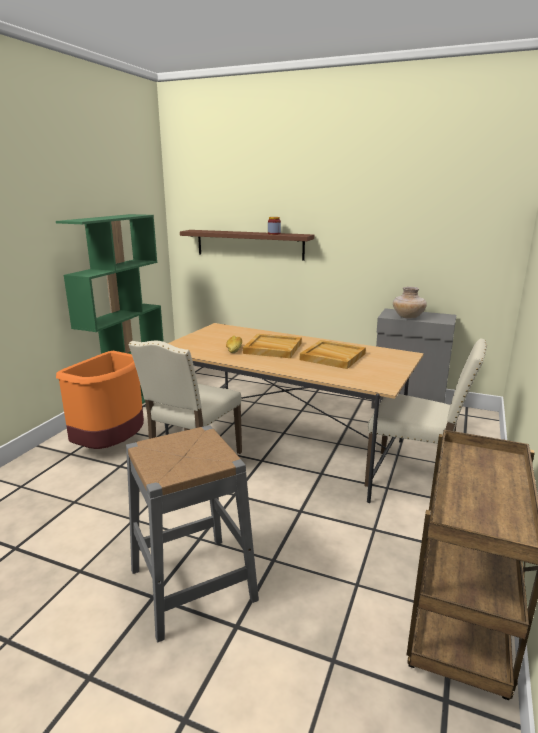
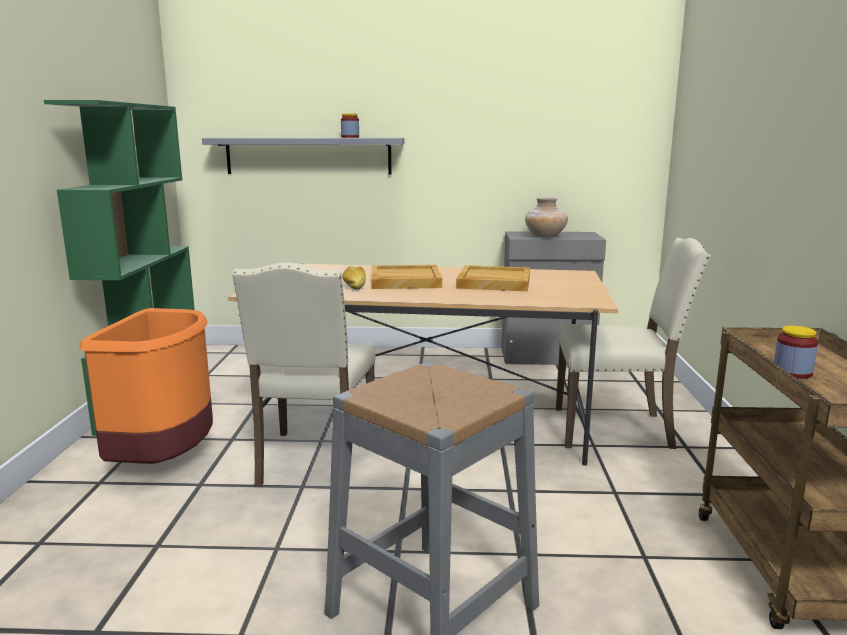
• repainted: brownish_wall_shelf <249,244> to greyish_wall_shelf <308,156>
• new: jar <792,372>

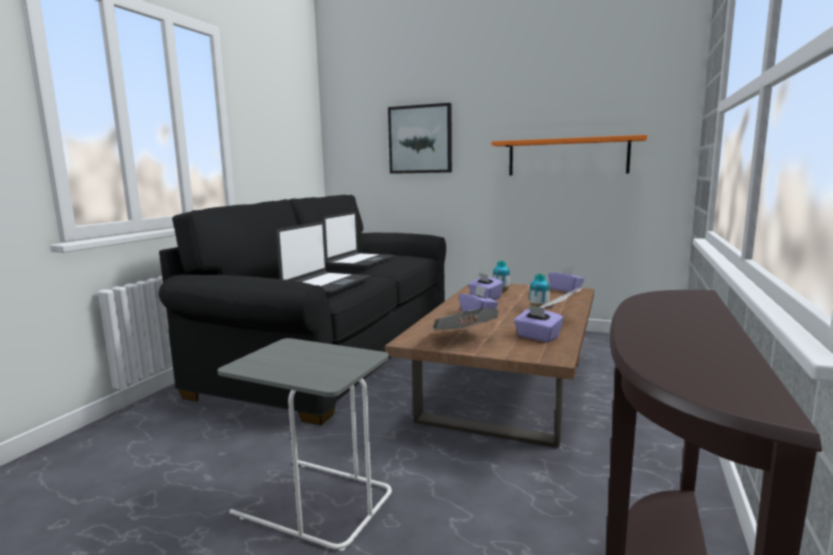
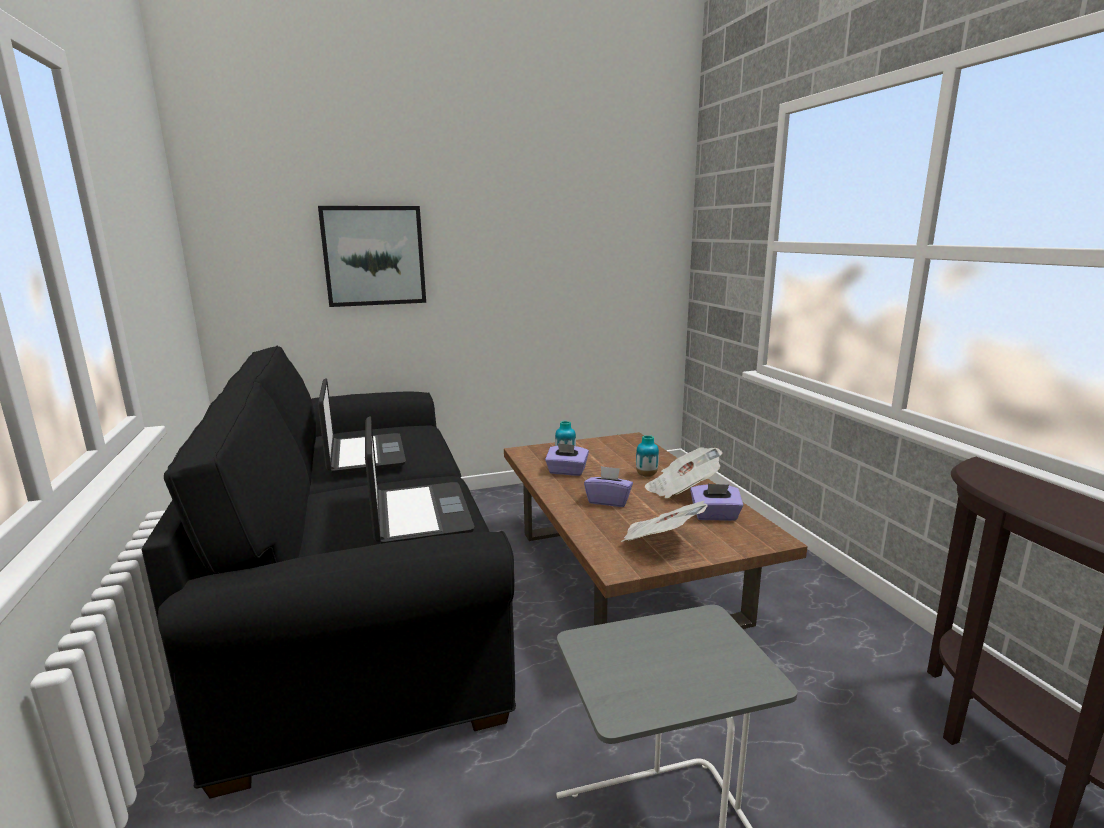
• gone: orangey_wall_shelf <567,157>
• gone: purplish_box_of_tissues <565,289>

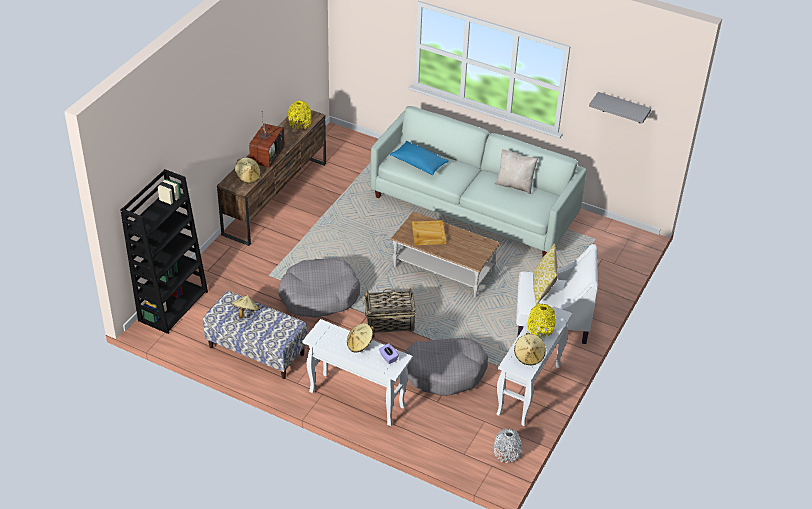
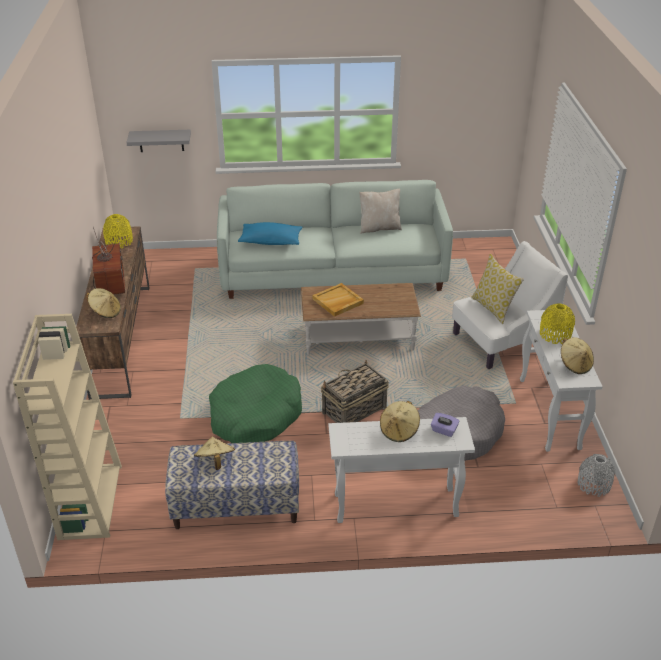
• shifted: greyish_wall_shelf <623,108> to <161,140>
• repainted: black_bookcase <173,305> to beige_bookcase <90,501>
• repainted: greyish_dog_bed <319,296> to green_dog_bed <255,415>

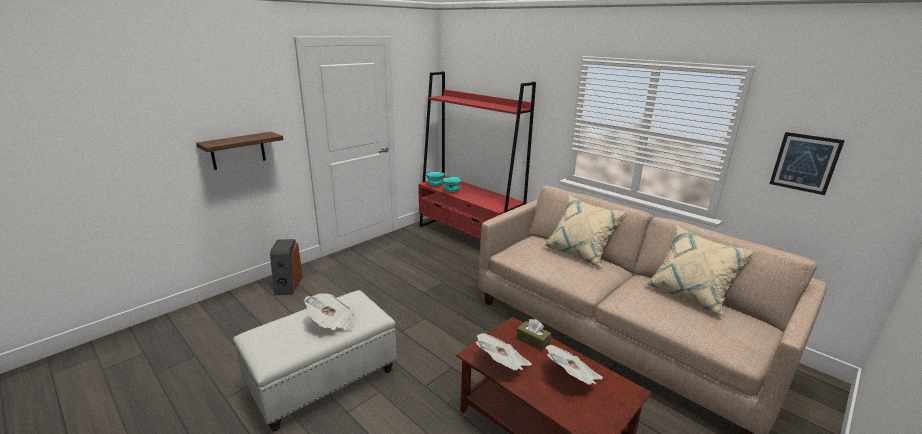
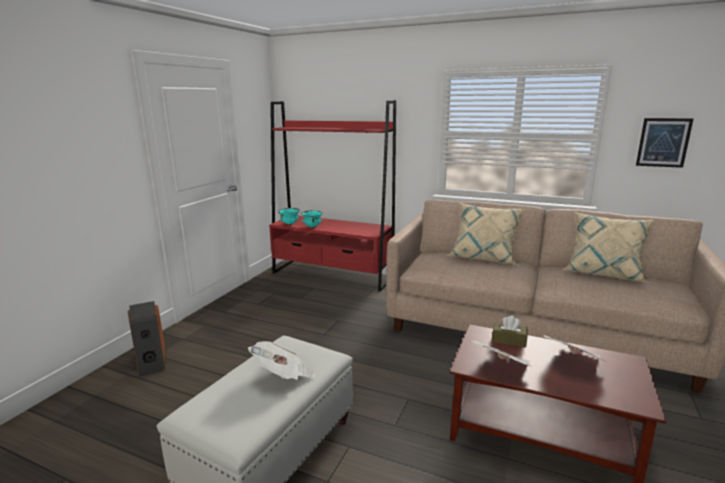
• gone: wall_shelf <238,150>

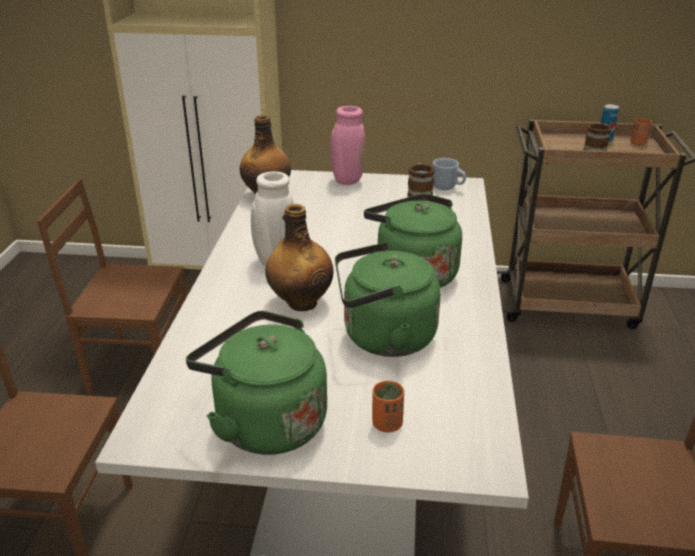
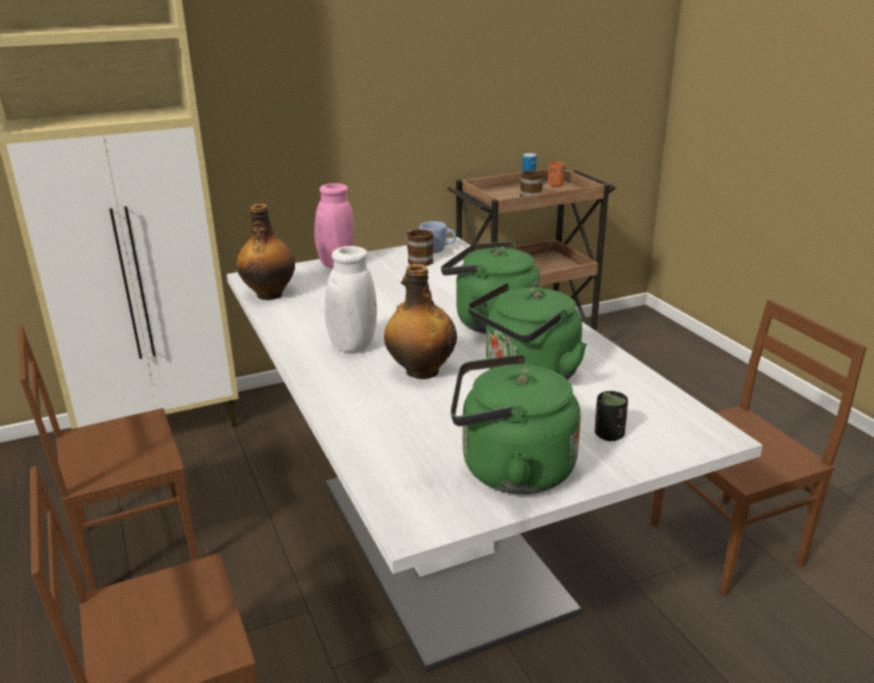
• repainted: orangey_cup <387,424> to black_cup <609,435>

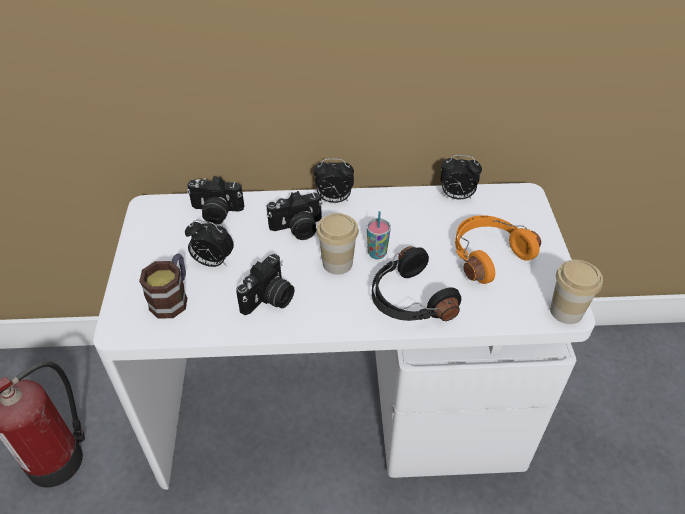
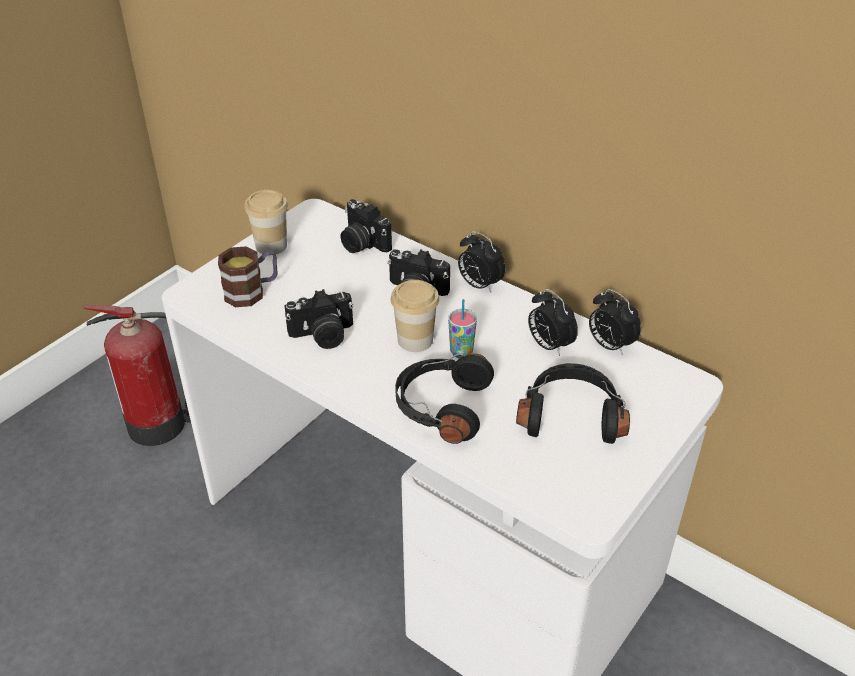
• repainted: orangey_headset <487,255> to black_headset <571,415>
• shifted: bedside_clock <212,262> to <549,345>
• shifted: cup <566,311> to <271,245>

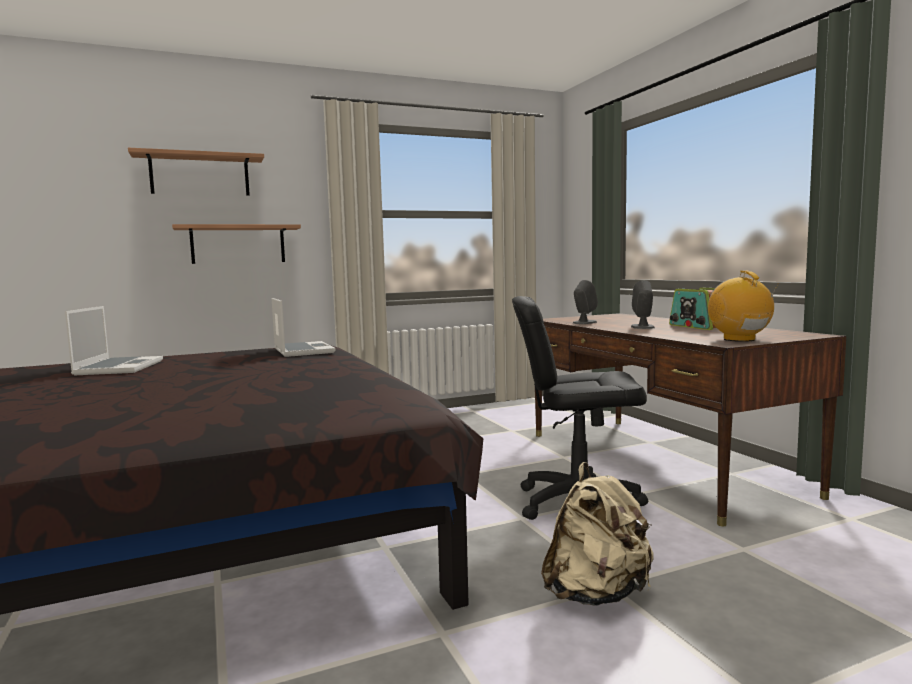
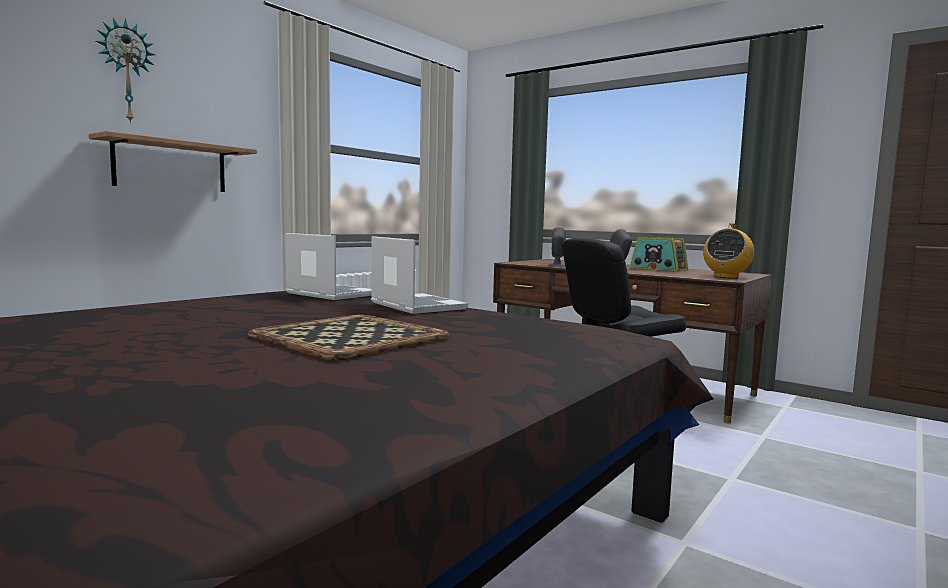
• swapped: wall_shelf <200,175> to wall_clock <125,72>
• rotated: radio <739,339> = <726,277> 105 degrees counterclockwise
• shifted: notebook_computer <118,367> to <415,306>
• gone: beige_rucksack <596,594>
• new: tray <350,337>

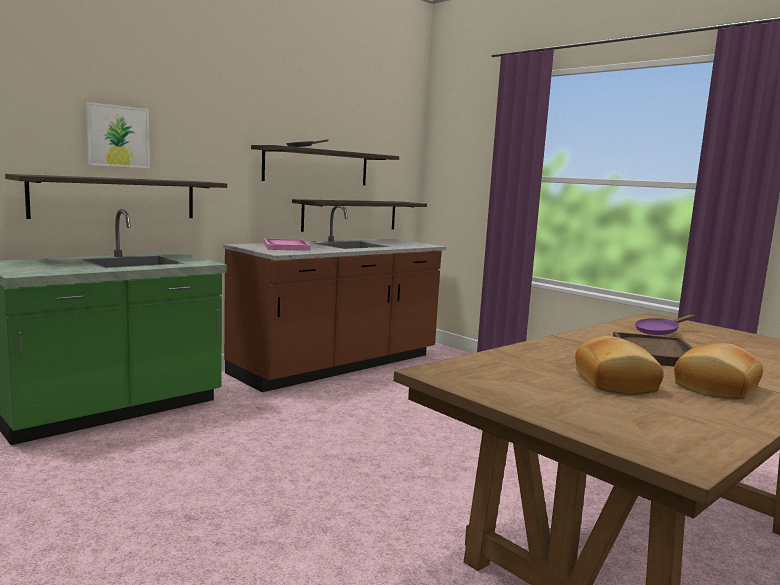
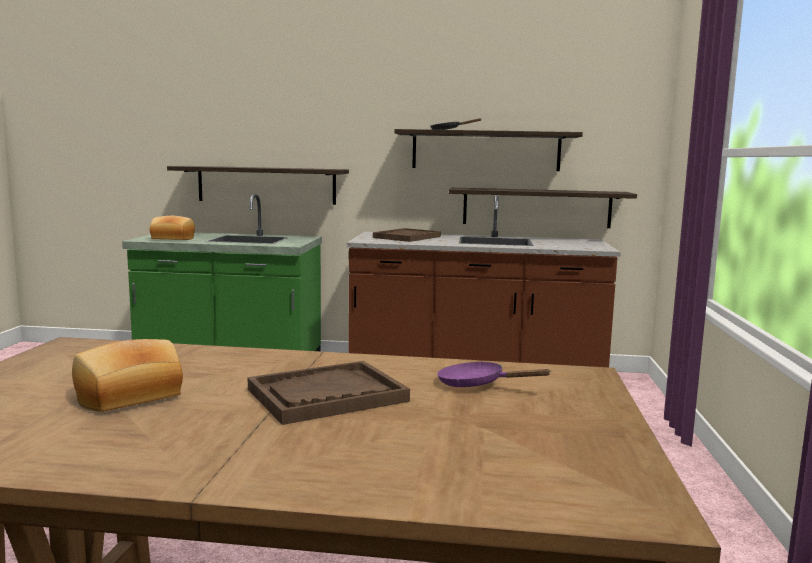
• gone: wall_picture <118,136>
• repainted: pink_tray <286,247> to brownish_tray <407,237>
• shifted: baked_bread <718,388> to <172,239>

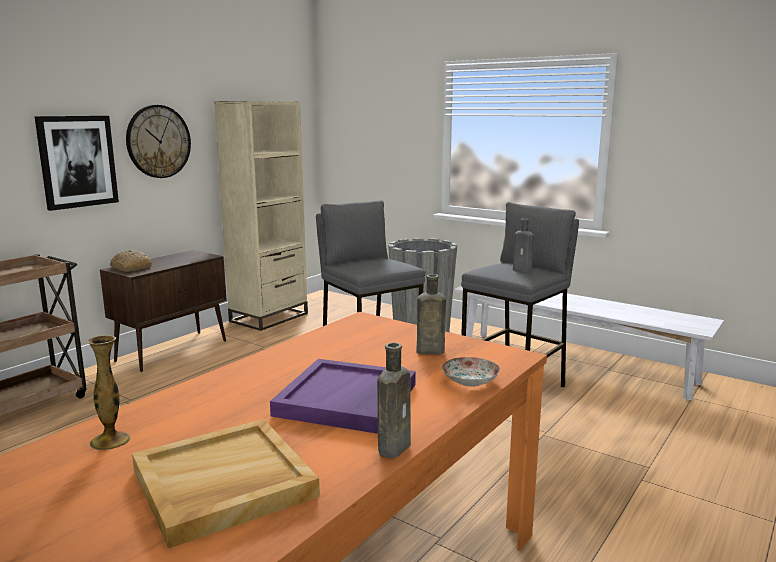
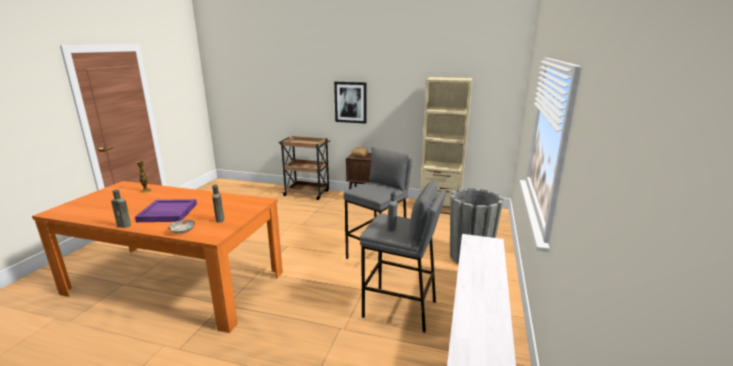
• gone: wall_clock <158,141>
• gone: beige_tray <222,484>

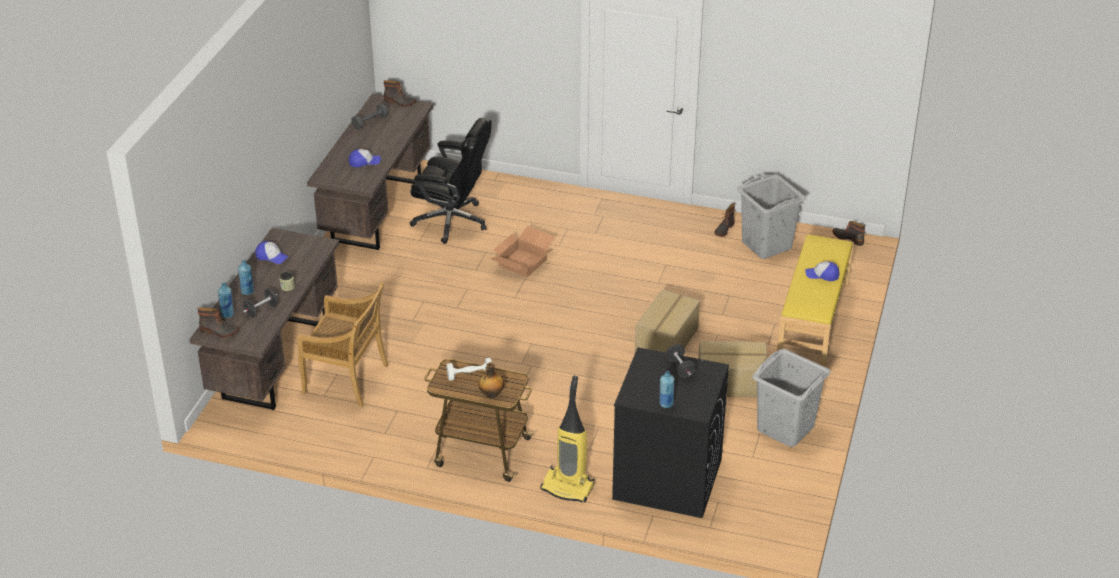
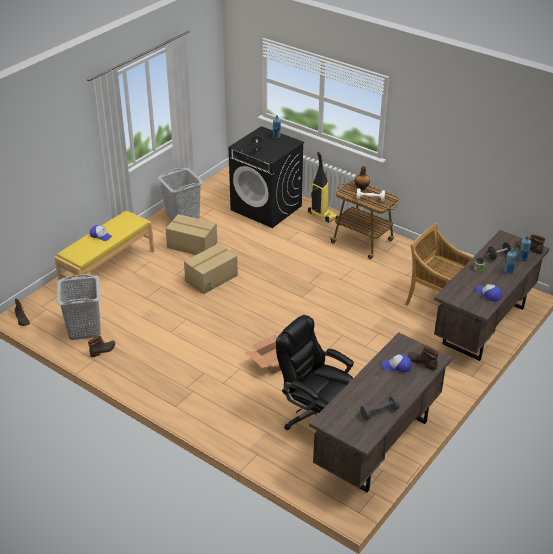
• shifted: tall_boot <399,102> to <422,362>

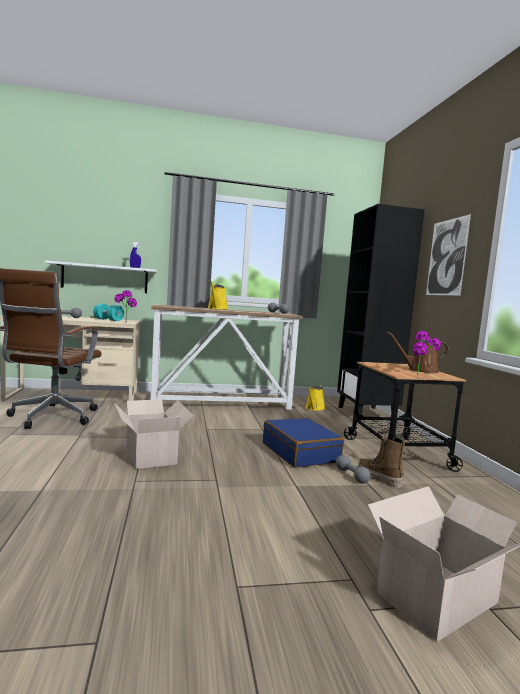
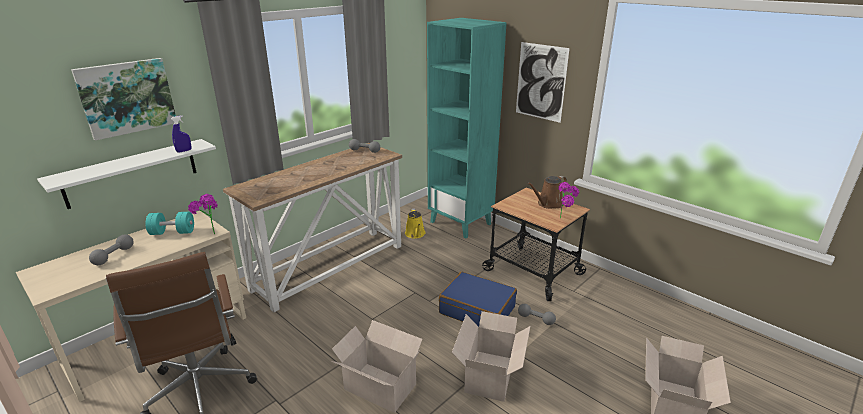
• repainted: black_bookcase <366,414> to turquoise_bookcase <461,223>
• gone: yellow-coloured_sprinkling_can <217,309>
• gone: tall_boot <379,478>
• new: wall_picture <127,97>
• new: cardboard_box <490,374>

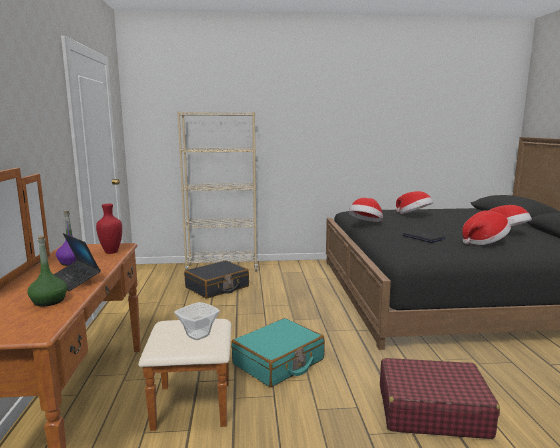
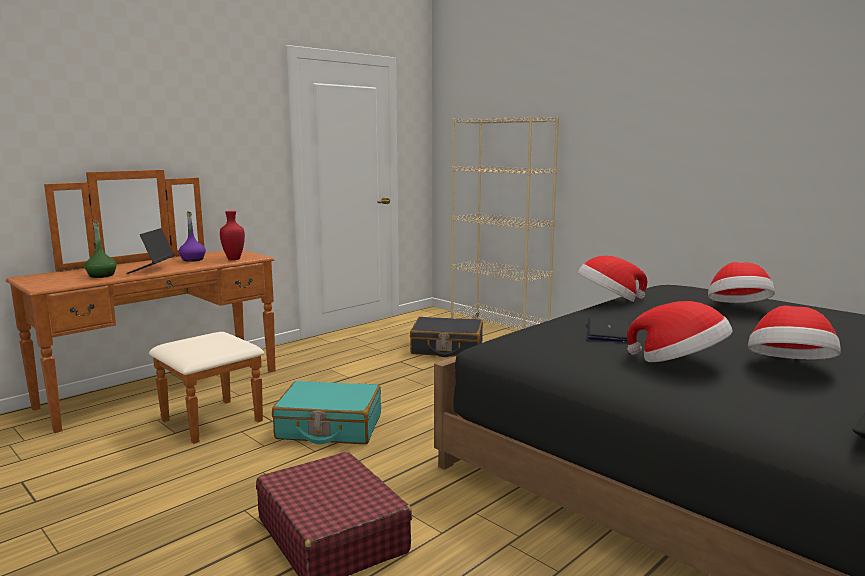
• gone: deep_dish <197,335>

